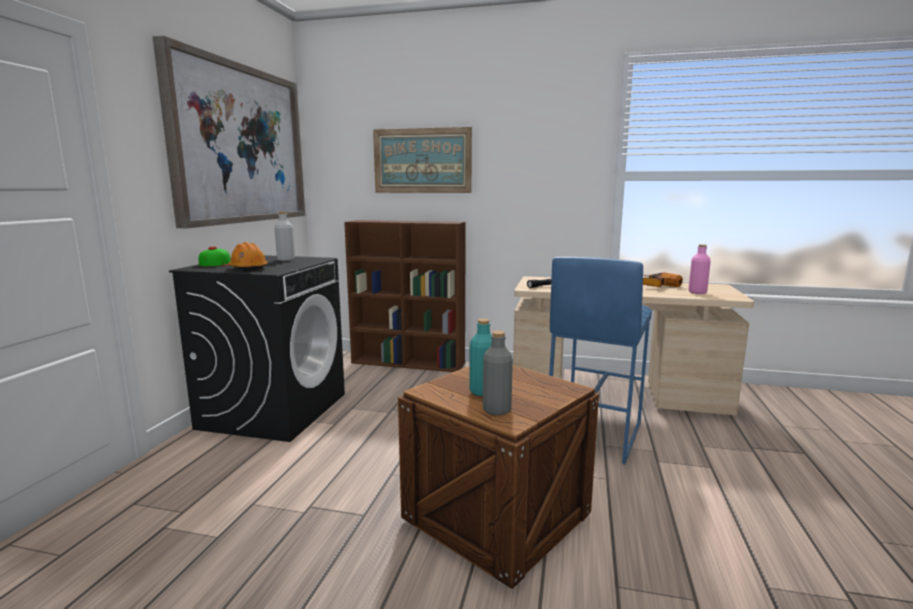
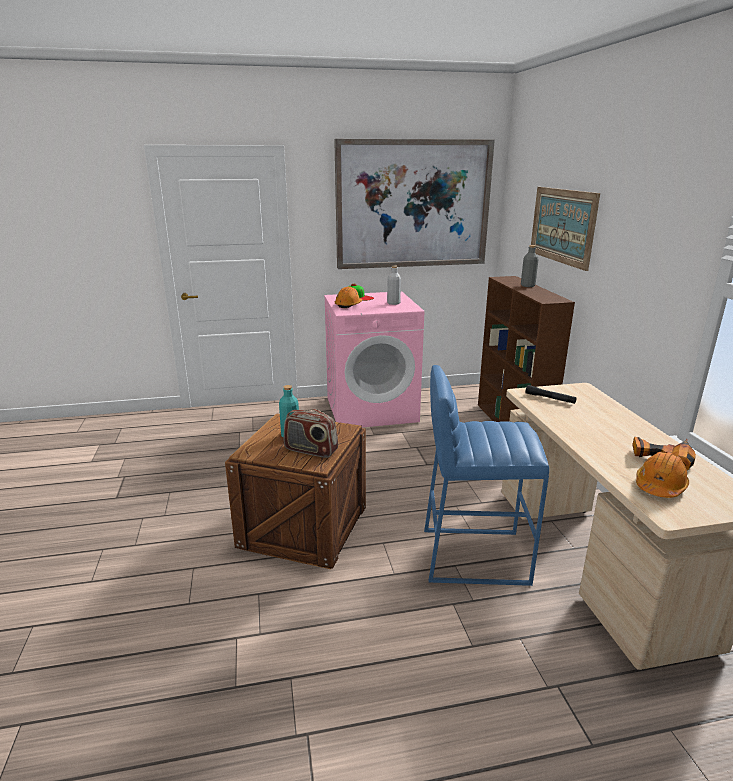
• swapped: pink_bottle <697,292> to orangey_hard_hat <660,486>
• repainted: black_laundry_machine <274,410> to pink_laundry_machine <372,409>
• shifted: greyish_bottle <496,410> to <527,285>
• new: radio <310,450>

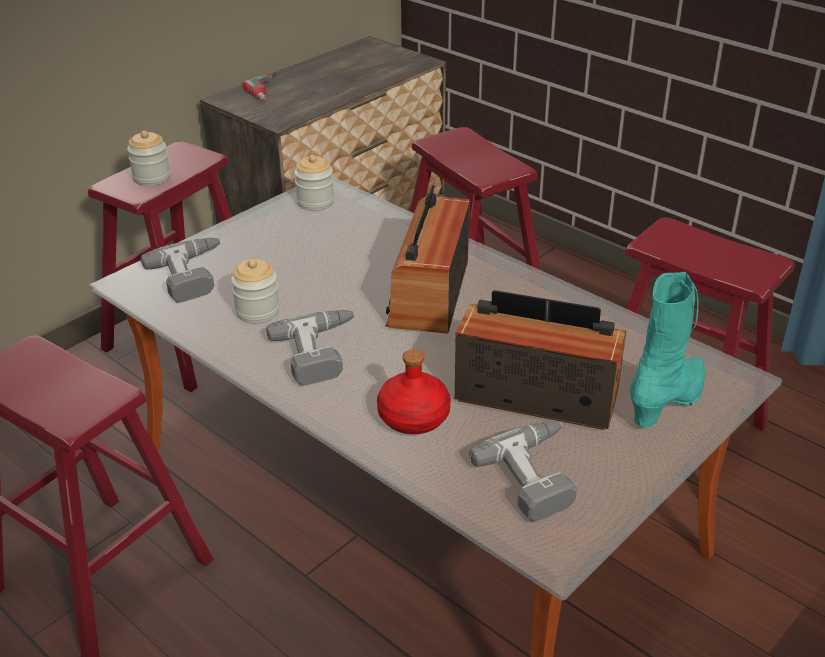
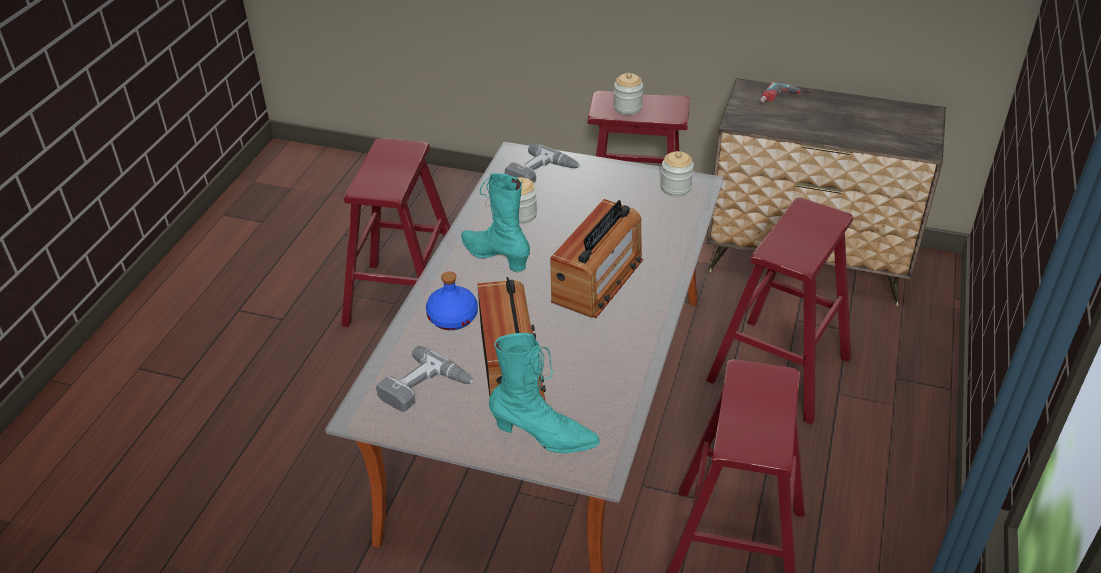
• rotated: radio <429,293> = <598,280> 135 degrees clockwise
• swapped: power_drill <322,352> to turquoise_tall_boot <495,256>
• repainted: reddish_bottle <414,416> to blue-coloured_bottle <453,317>

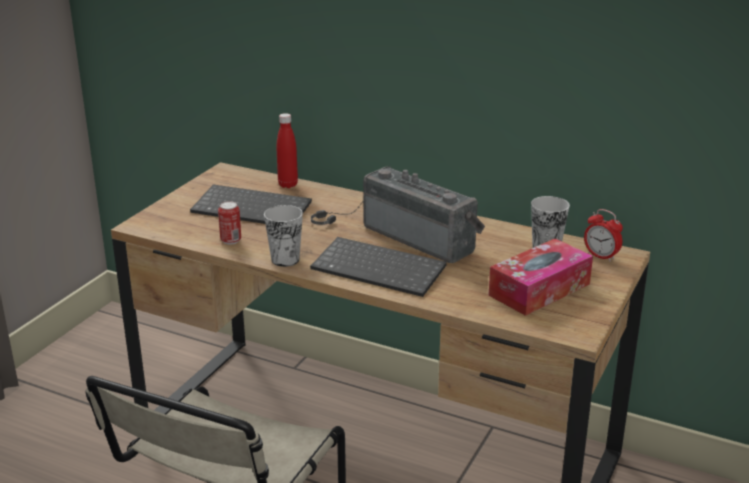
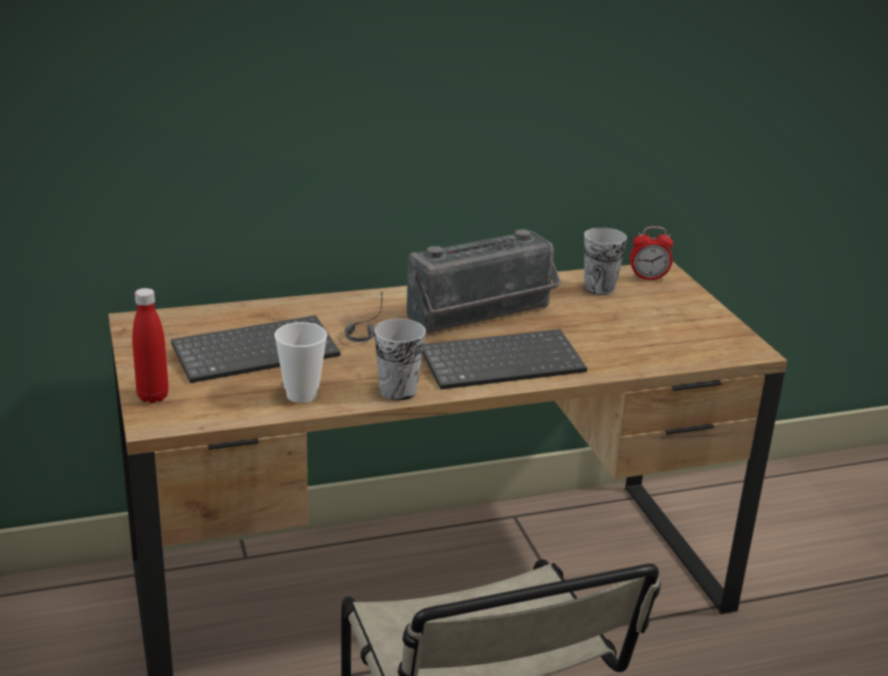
• shifted: reddish_bottle <288,185> to <153,397>
• rotated: radio <422,238> = <482,317> 150 degrees clockwise
• swapped: metal_can <231,241> to cup <301,395>
• gone: box_of_tissues <539,289>

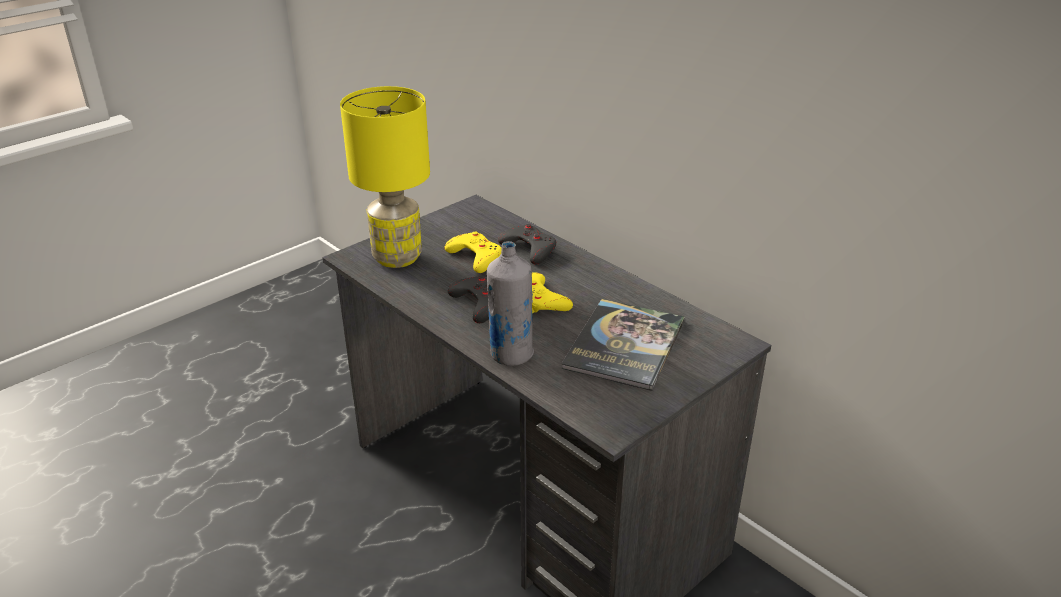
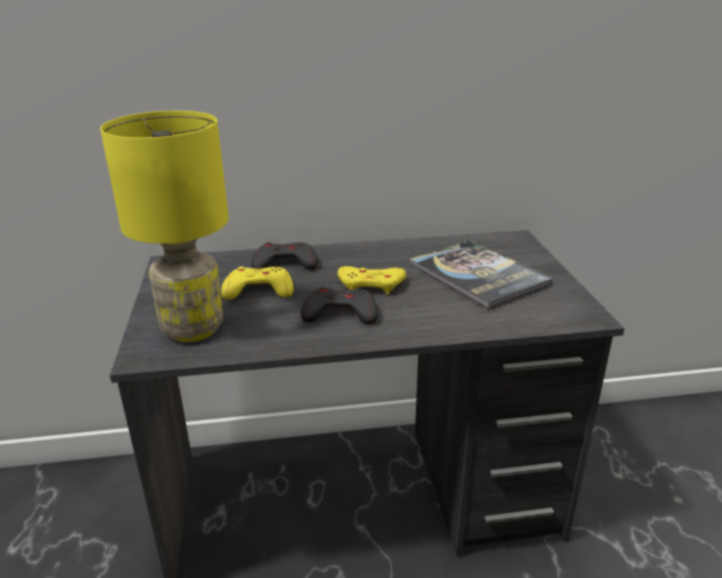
• gone: greyish_bottle <511,354>

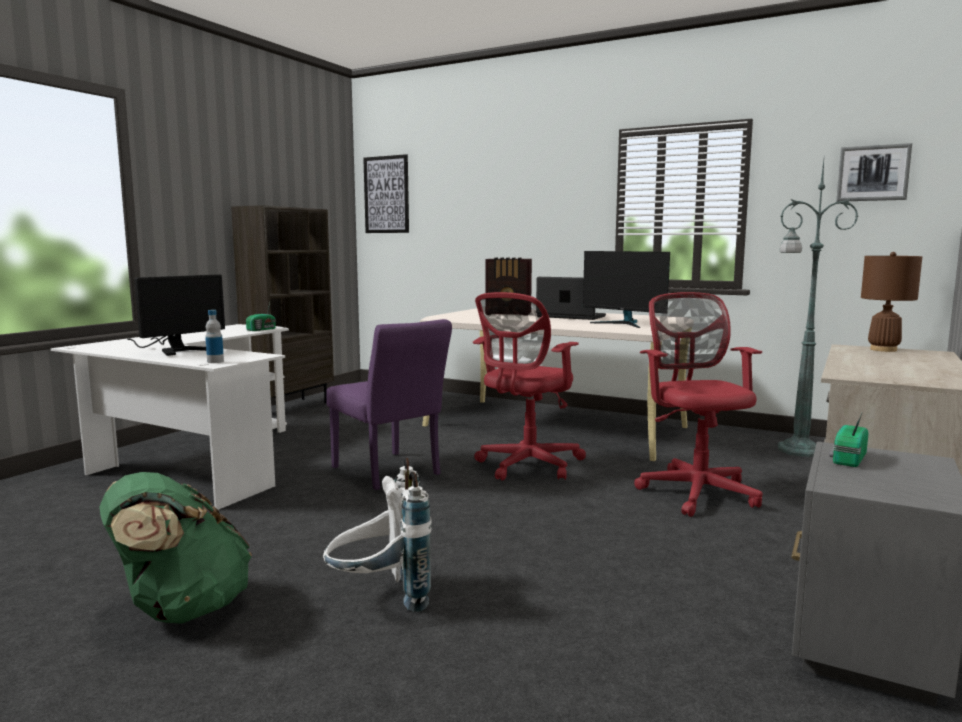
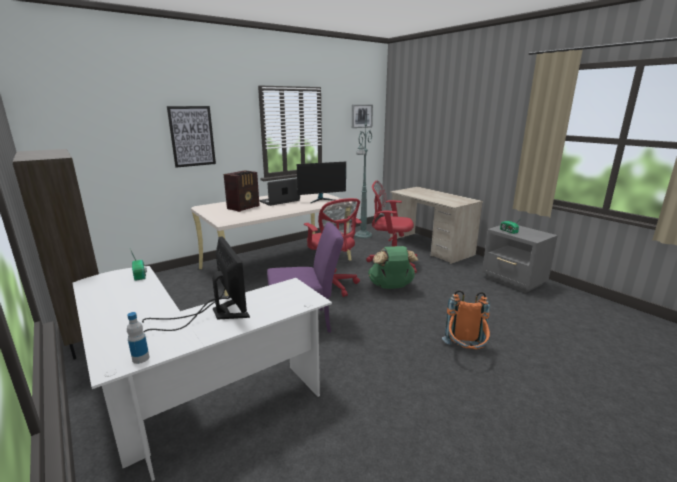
• shifted: wall_picture <386,194> to <192,136>
• gone: brownish_table_lamp <883,349>
• shifted: bottle <215,361> to <141,358>
• repainted: white_rucksack <381,598> to orangey_rucksack <465,353>
• shifted: green_rucksack <181,609> to <391,287>

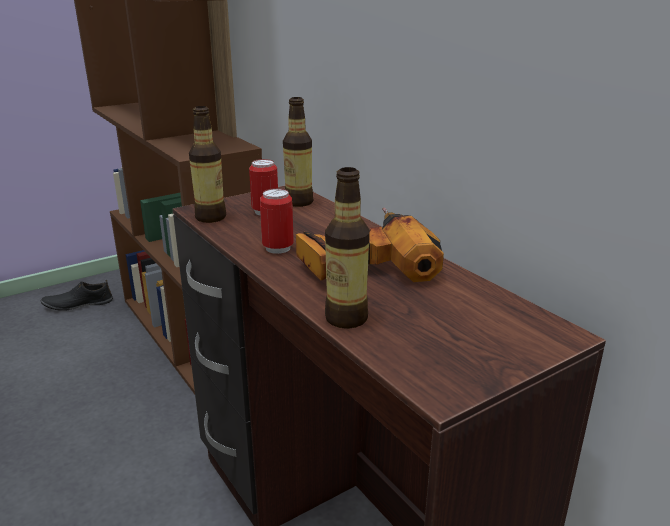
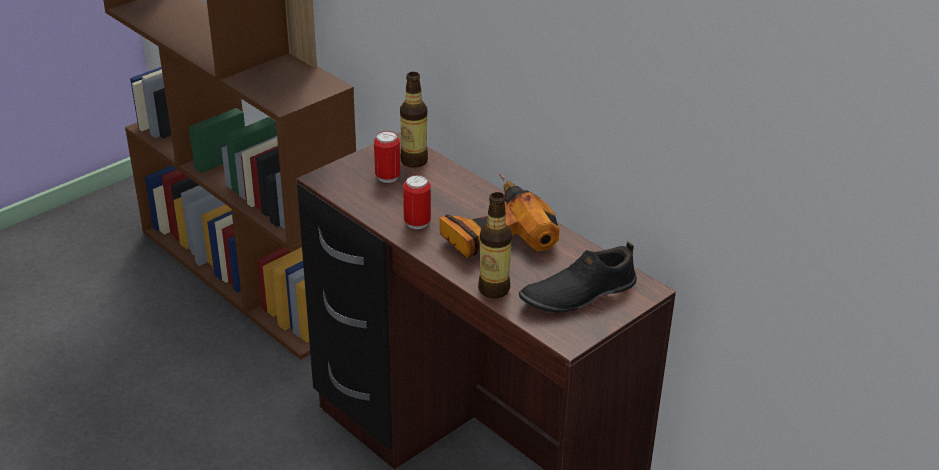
• gone: bottle <211,217>
• shifted: black_low_shoe <78,304> to <577,293>

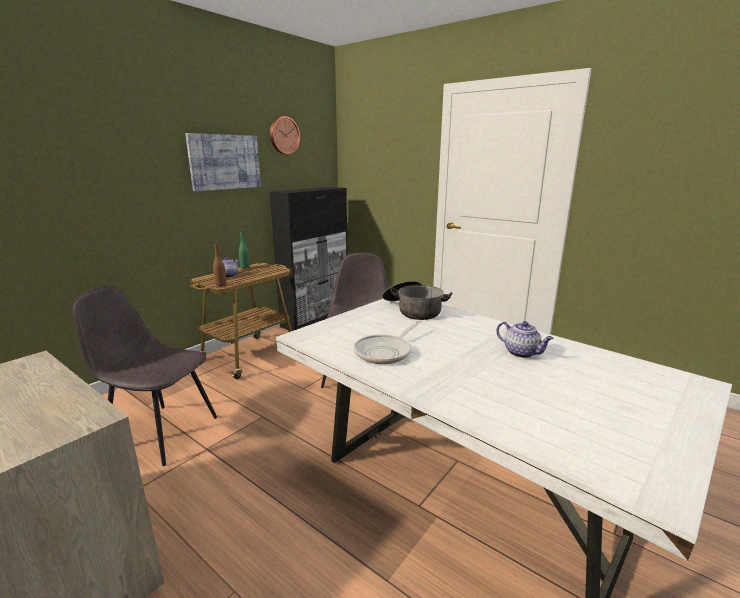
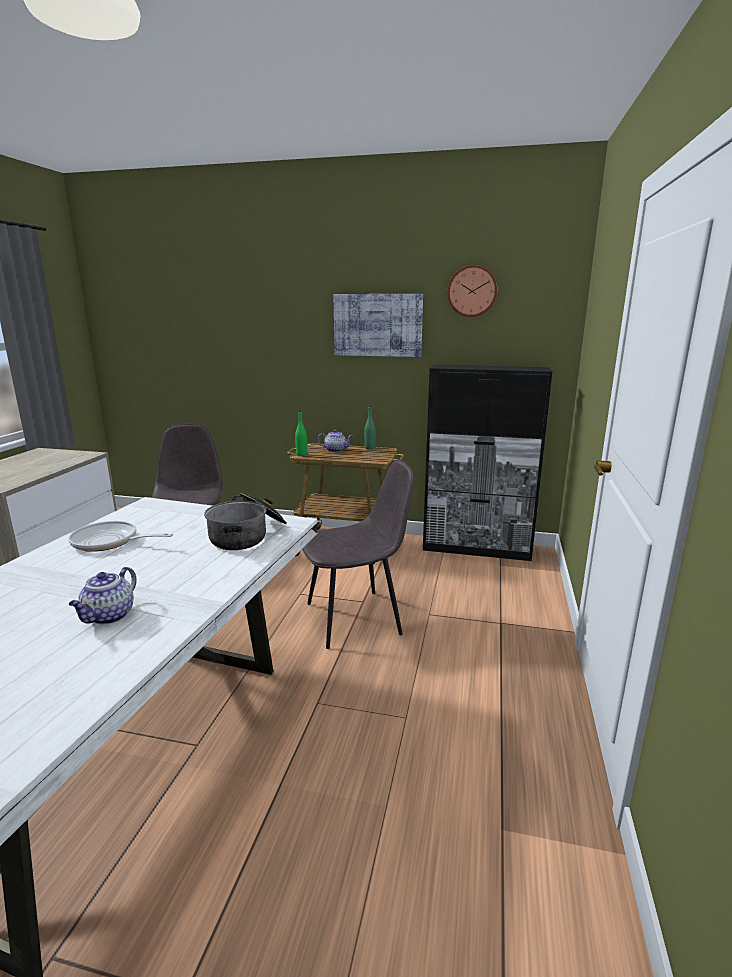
• repainted: brownish_bottle <221,285> to green_bottle <301,454>

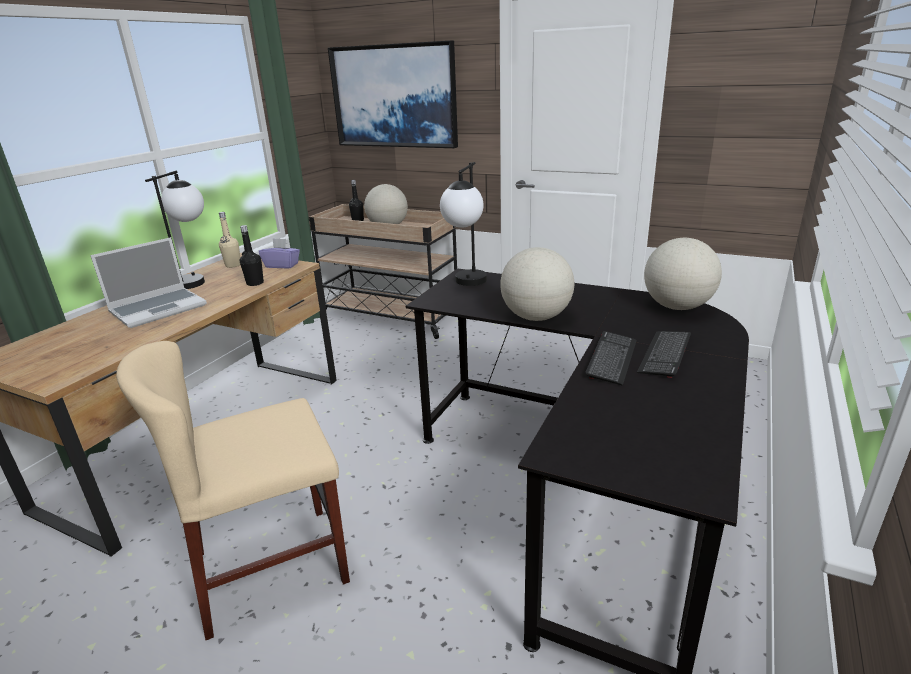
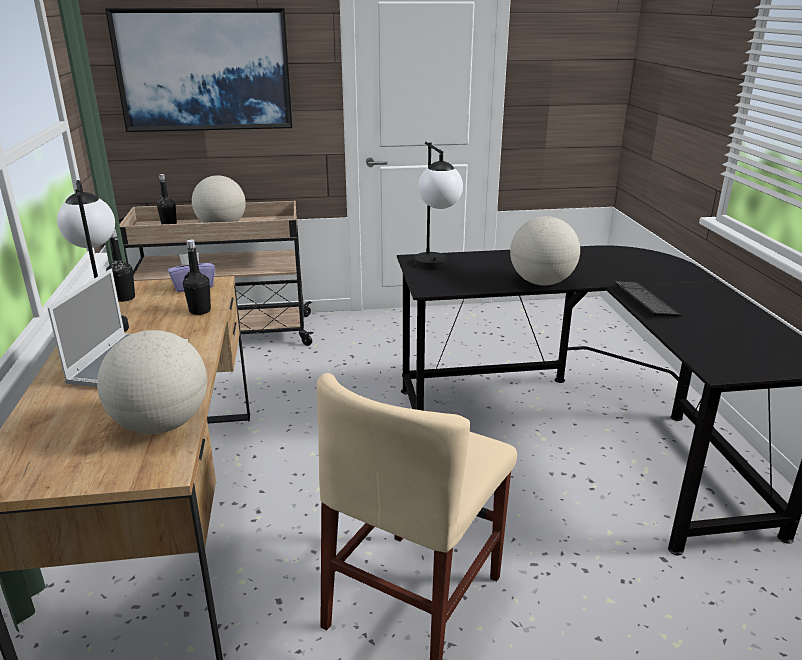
• repainted: beige_bottle <233,265> to black_bottle <124,298>
• shifted: globe <677,307> to <161,425>
• gone: computer_keyboard <664,354>

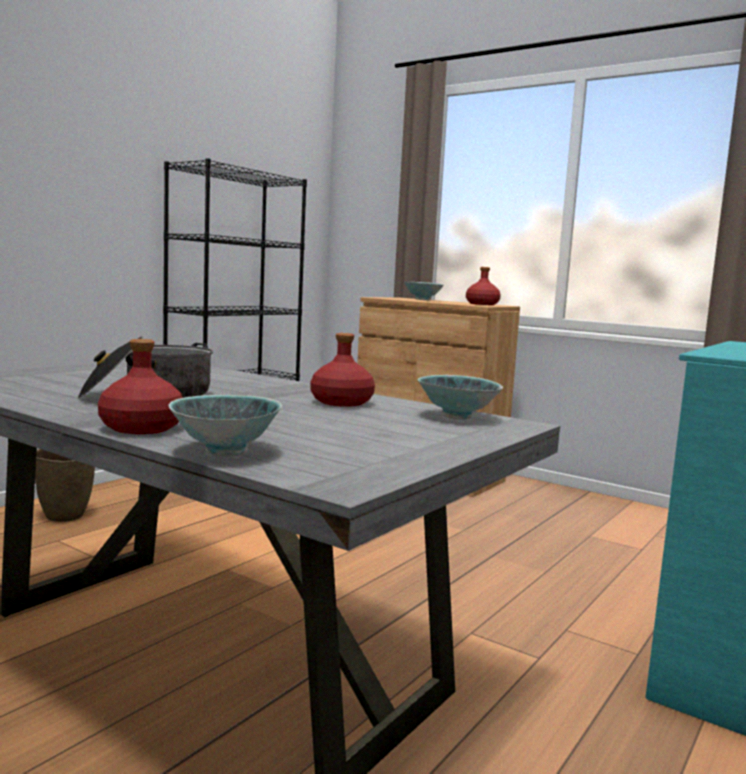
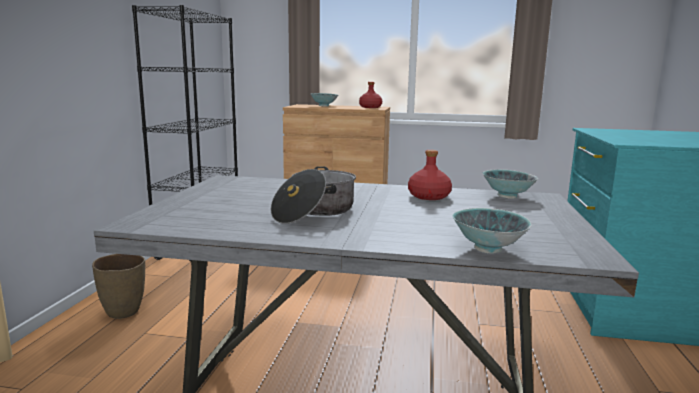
• gone: reddish_bottle <142,428>

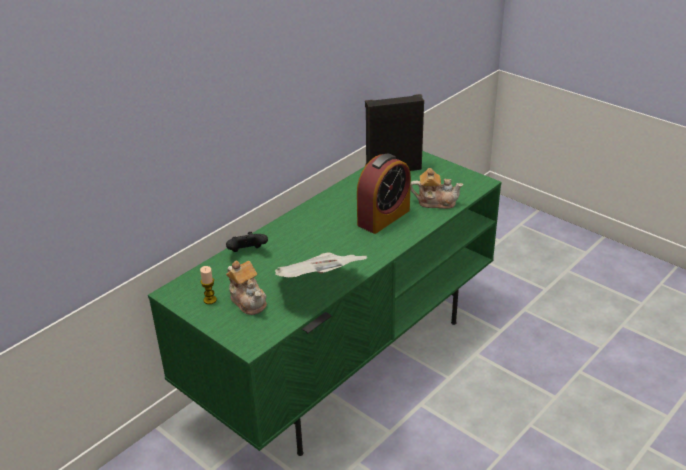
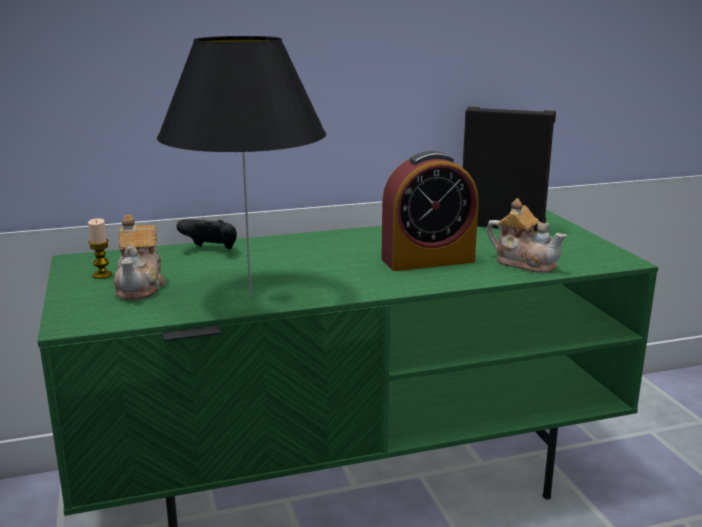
• swapped: newspaper <321,284> to black_table_lamp <250,296>

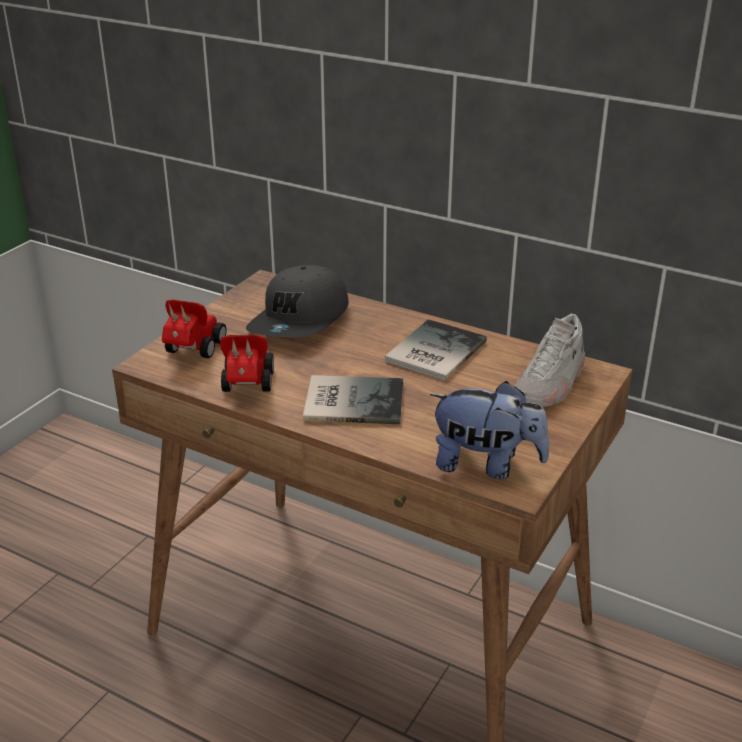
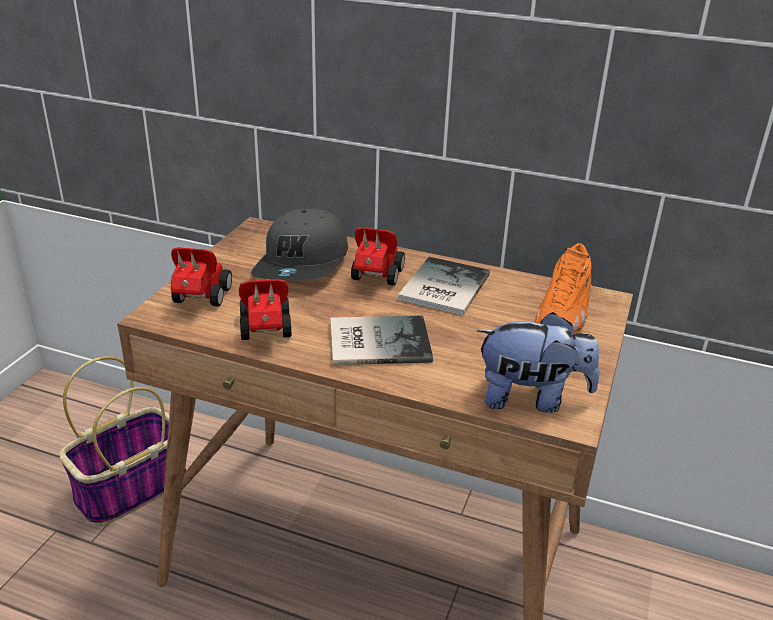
• repainted: white_low_shoe <550,384> to orangey_low_shoe <563,313>
• new: miniature_car <375,279>
• new: basket <132,487>

